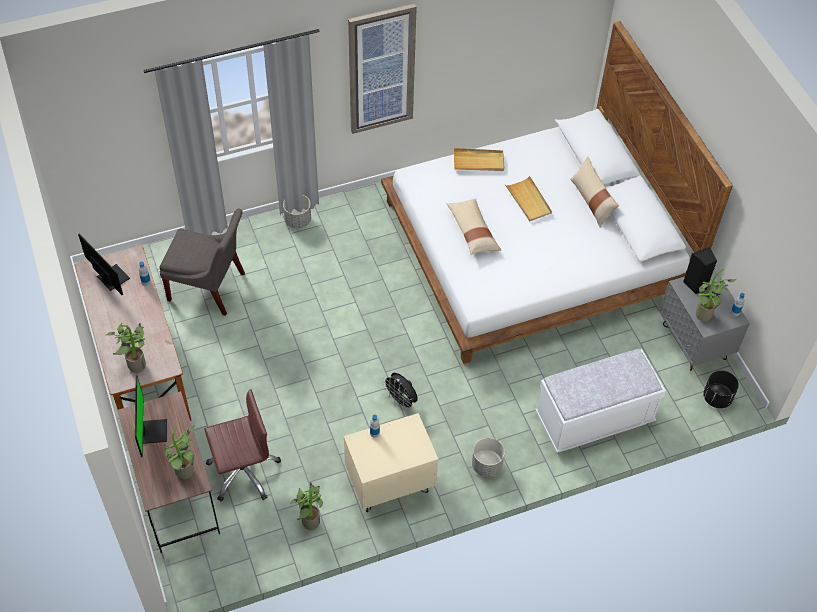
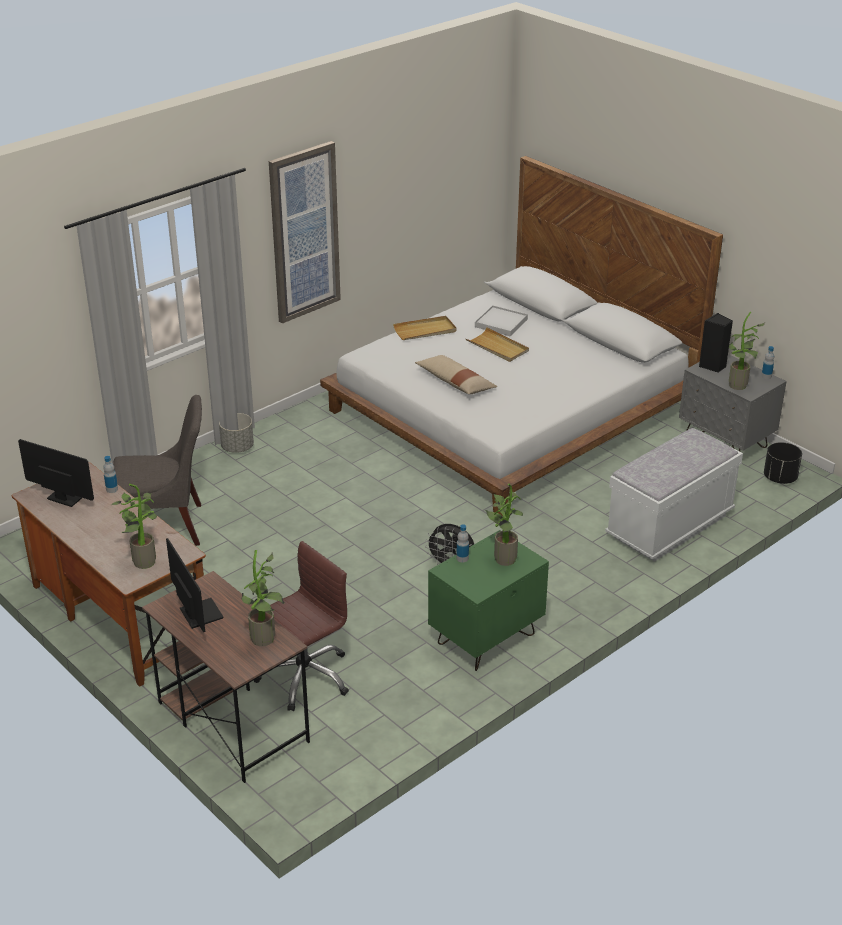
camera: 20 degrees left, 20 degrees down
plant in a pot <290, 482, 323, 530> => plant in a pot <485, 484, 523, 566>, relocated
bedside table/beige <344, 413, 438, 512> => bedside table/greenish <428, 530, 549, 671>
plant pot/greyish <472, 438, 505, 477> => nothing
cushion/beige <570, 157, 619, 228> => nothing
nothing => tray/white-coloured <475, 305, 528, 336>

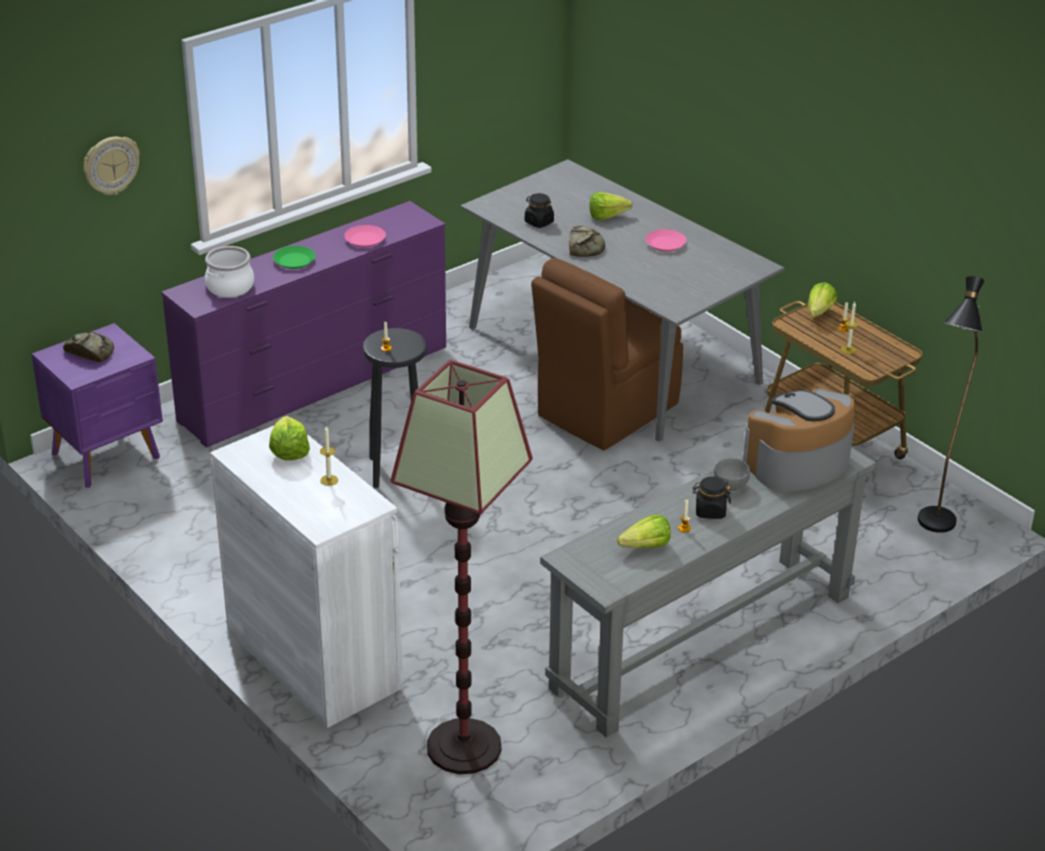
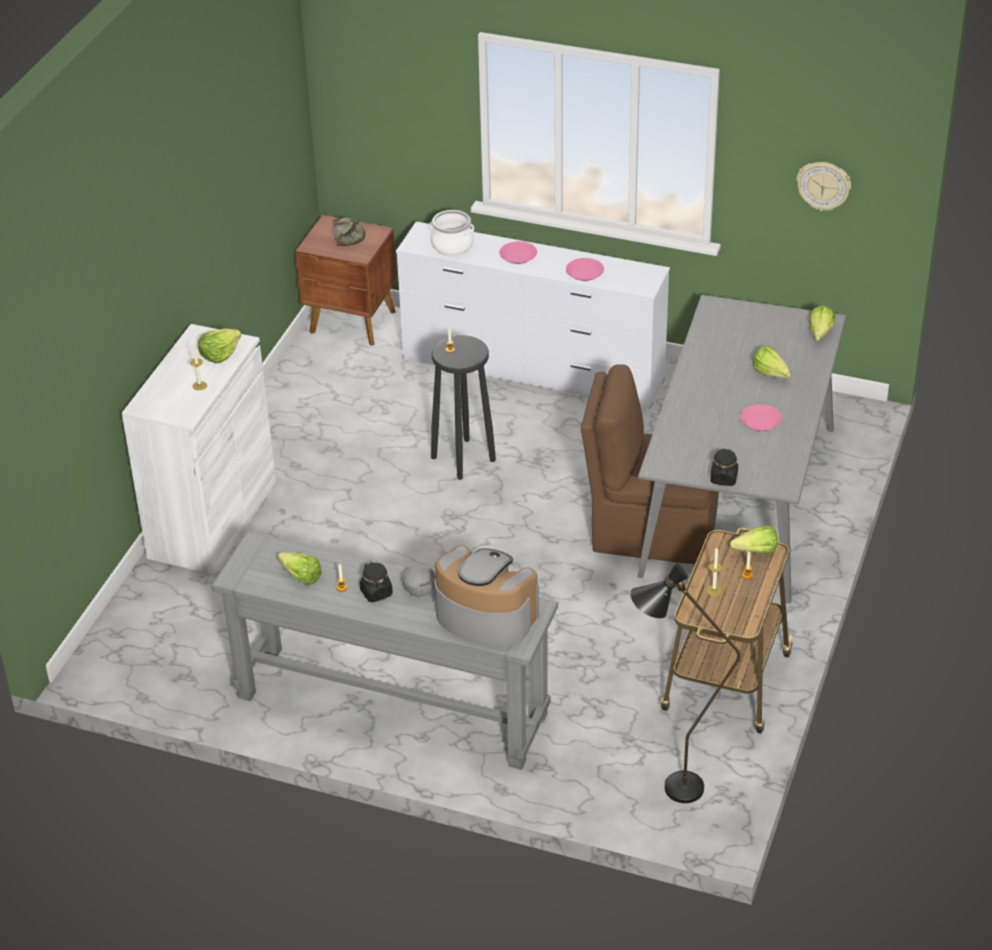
camera: 60 degrees right, 5 degrees up
bedside table/purple-coloured <32, 323, 163, 488> => bedside table/brownish <295, 215, 397, 346>
hanging clock <83, 137, 140, 195> => hanging clock <797, 162, 851, 211>, relocated
chest of drawers/purple-coloured <161, 201, 446, 447> => chest of drawers/white-coloured <396, 222, 670, 408>
dinner plate/greenish <273, 246, 315, 269> => dinner plate/pink-coloured <499, 241, 537, 264>
floor lamp <390, 360, 533, 774> => nothing
preserve jar/black-coloured <525, 193, 554, 228> => preserve jar/black-coloured <710, 448, 738, 486>, relocated
bakery bread <569, 226, 605, 257> => nothing
nothing => lettuce <809, 305, 835, 341>

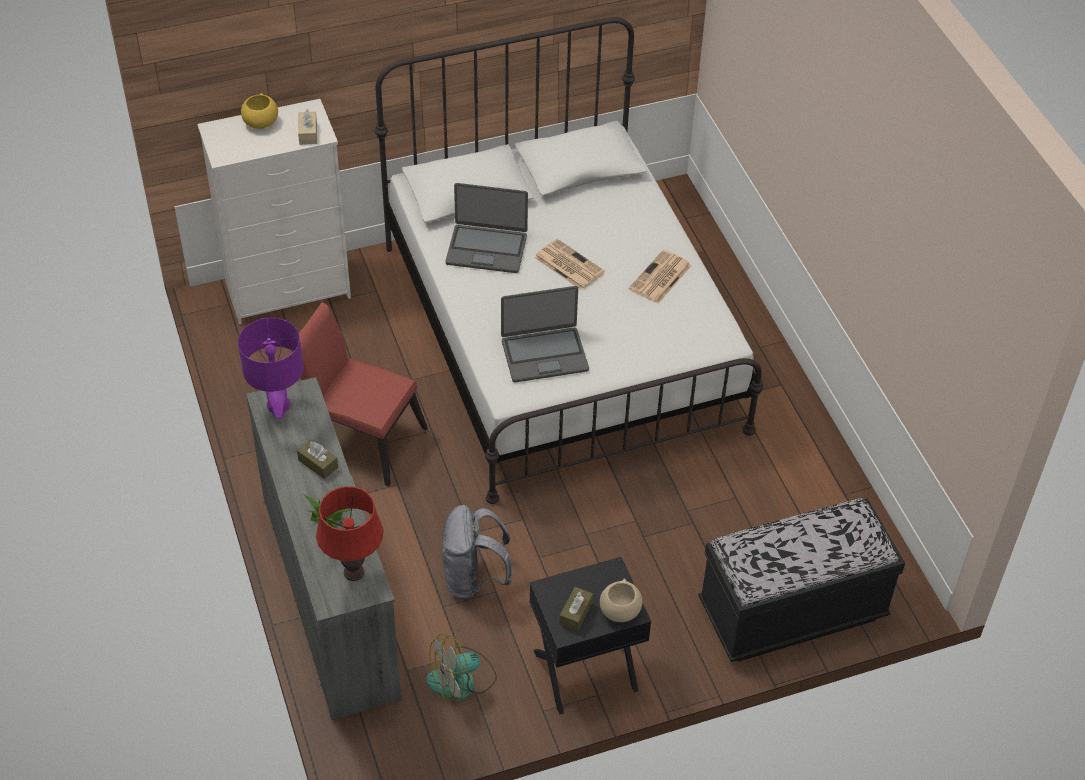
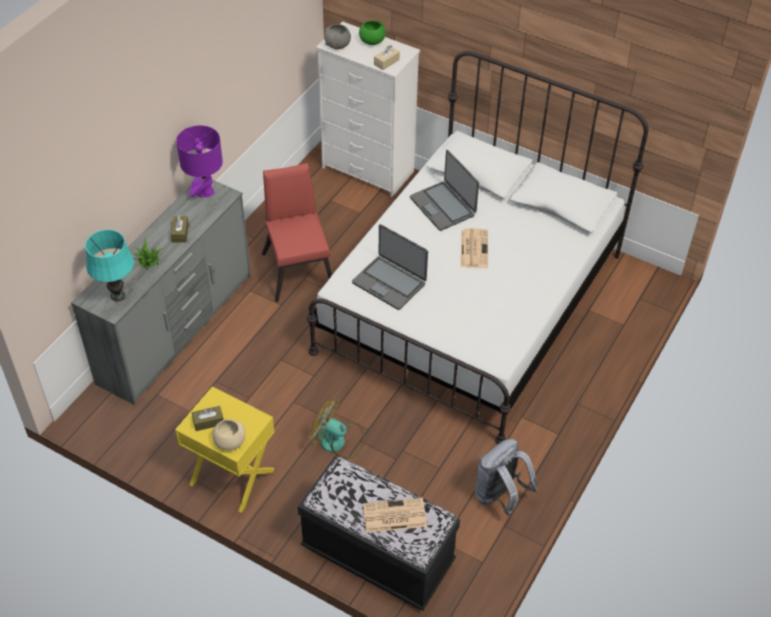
camera: 50 degrees right, 0 degrees up
deep dish/yellow-coloured <241, 93, 278, 129> => deep dish/greenish <359, 20, 386, 45>
table lamp/red <316, 486, 383, 581> => table lamp/blue-green <85, 230, 134, 301>
electric fan <426, 633, 497, 702> => electric fan <309, 400, 364, 458>, relocated
knapsack/greyish <442, 505, 512, 599> => knapsack/greyish <475, 439, 538, 516>, relocated
bedside table/black-coloured <529, 557, 651, 715> => bedside table/yellow-coloured <175, 387, 275, 513>
newspaper <629, 250, 692, 304> => newspaper <363, 498, 427, 533>, relocated
nothing => deep dish/greyish <324, 24, 351, 49>

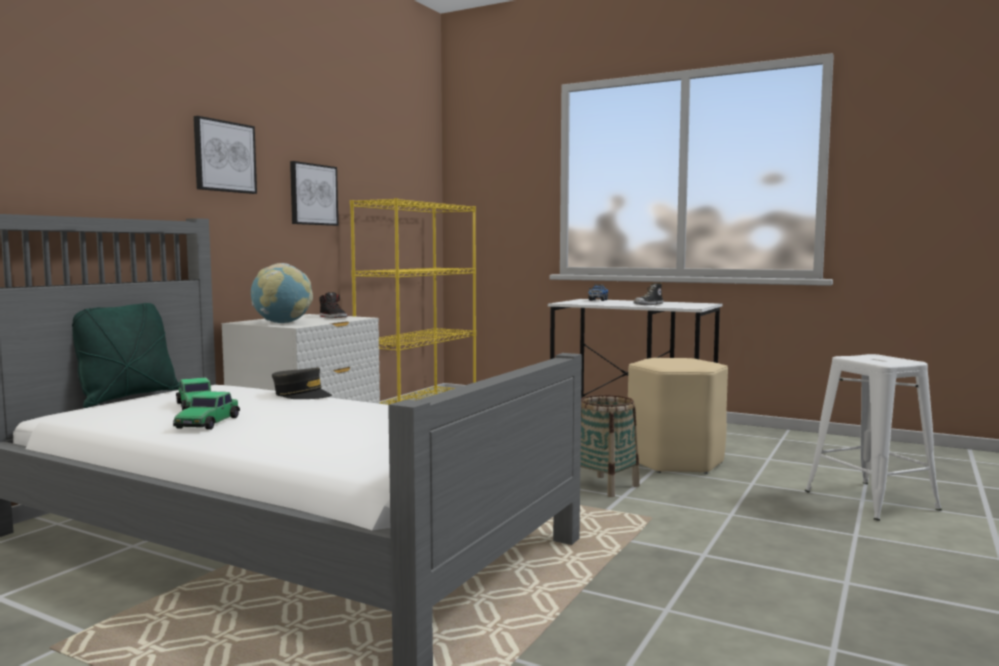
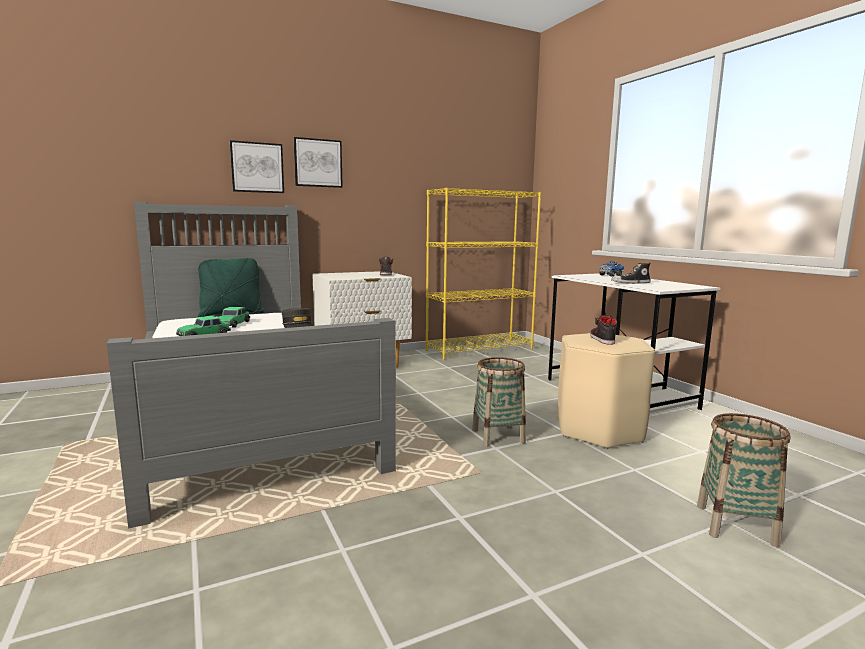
camera: 35 degrees right, 5 degrees up
globe <251, 263, 313, 323> => nothing
wall art <290, 161, 338, 226> => wall art <230, 140, 284, 193>, relocated
sitting stool/white-coloured <805, 354, 942, 521> => storage basket <697, 413, 790, 547>
nothing => shoe/black-coloured <590, 315, 617, 345>

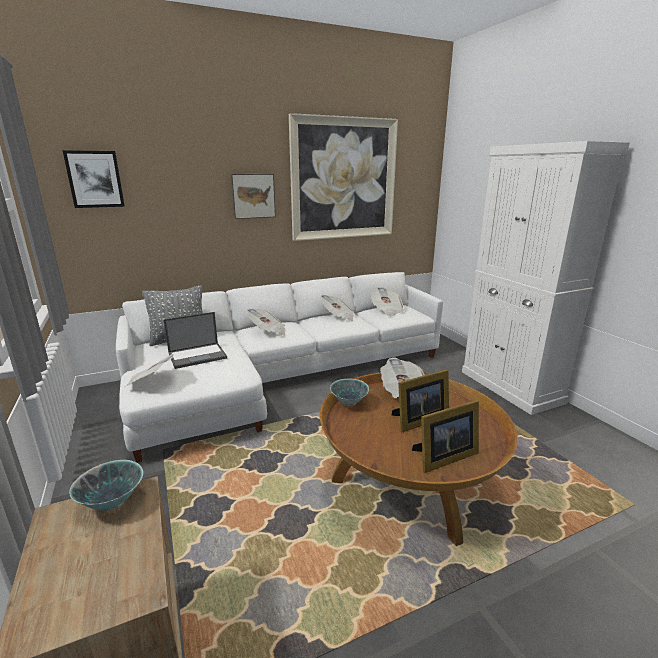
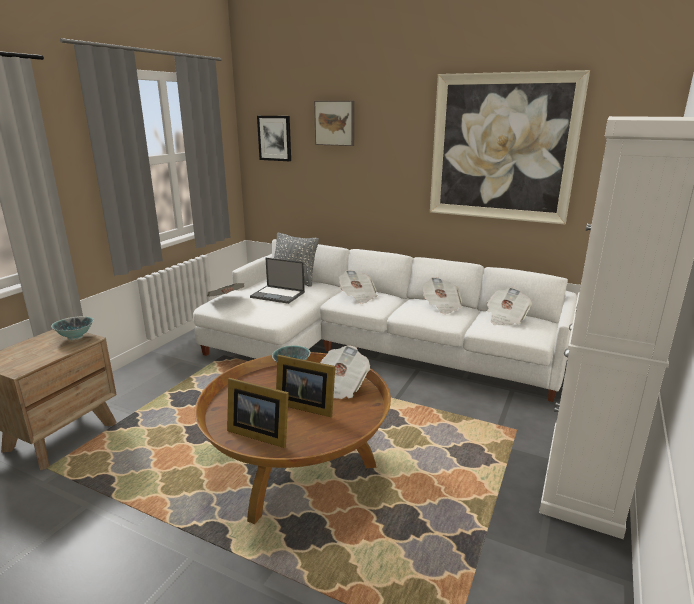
camera: 50 degrees right, 0 degrees up
wall art <230, 174, 276, 219> => wall art <314, 101, 355, 146>, relocated

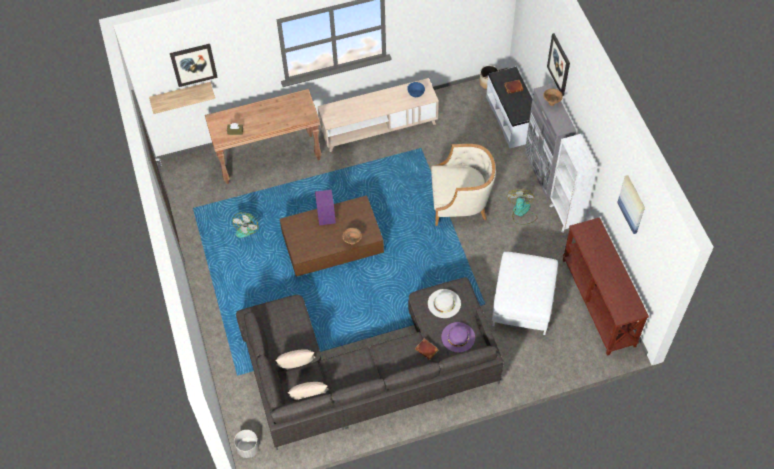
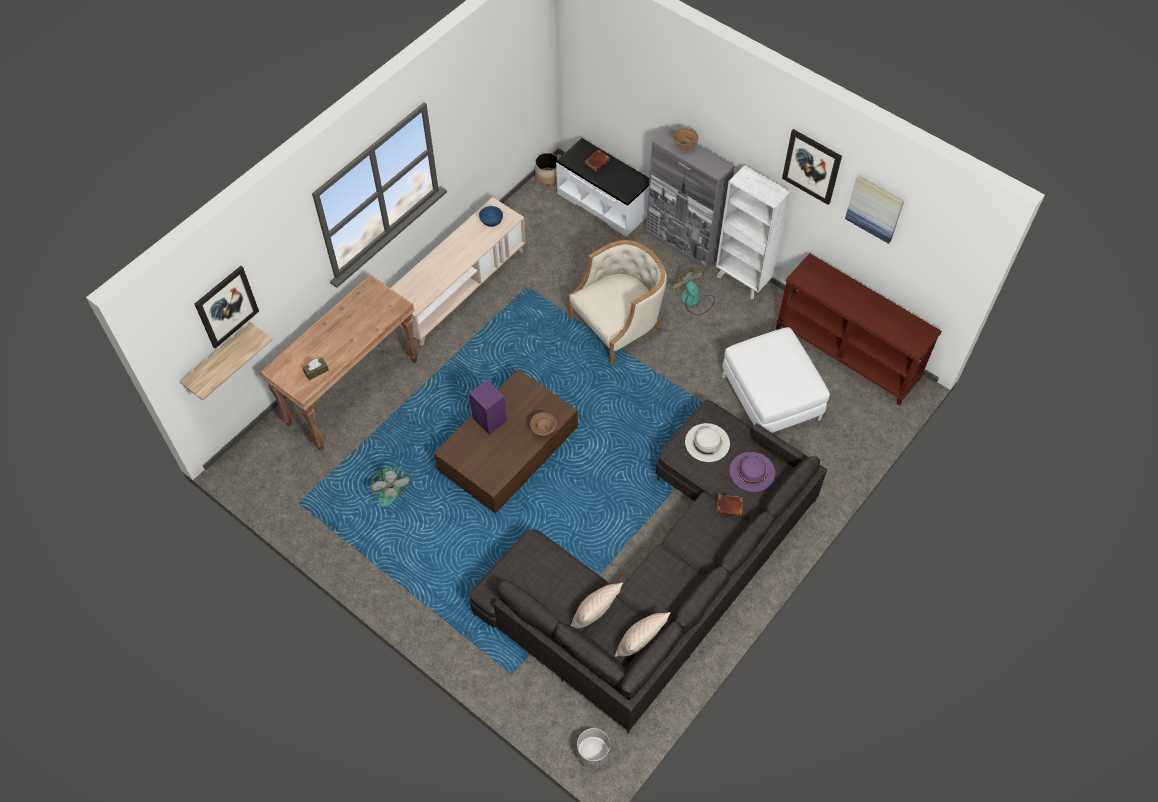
camera: 35 degrees left, 0 degrees up
wall art <547, 33, 570, 96> => wall art <782, 129, 842, 205>, relocated

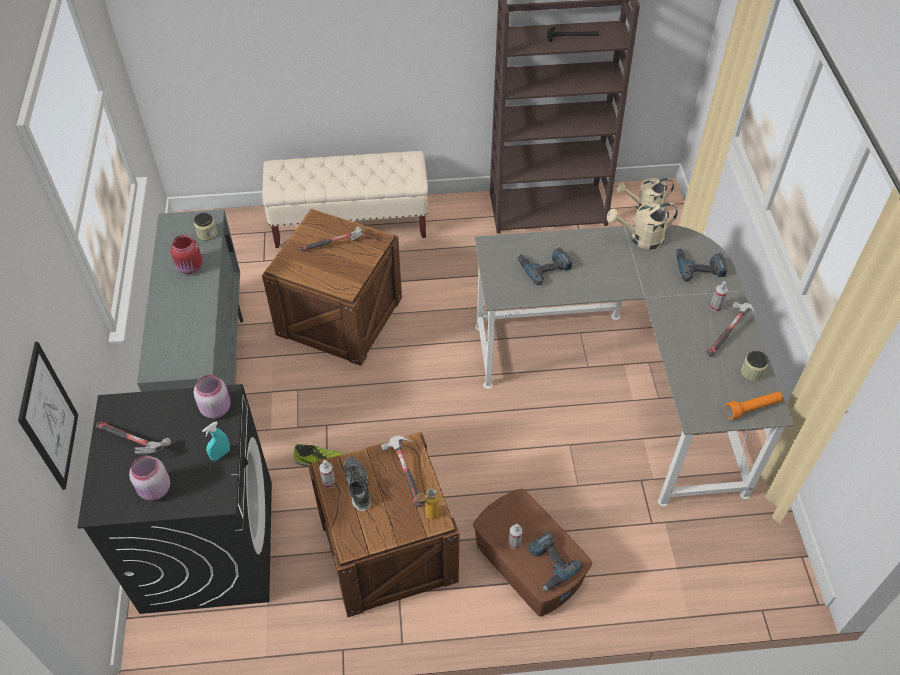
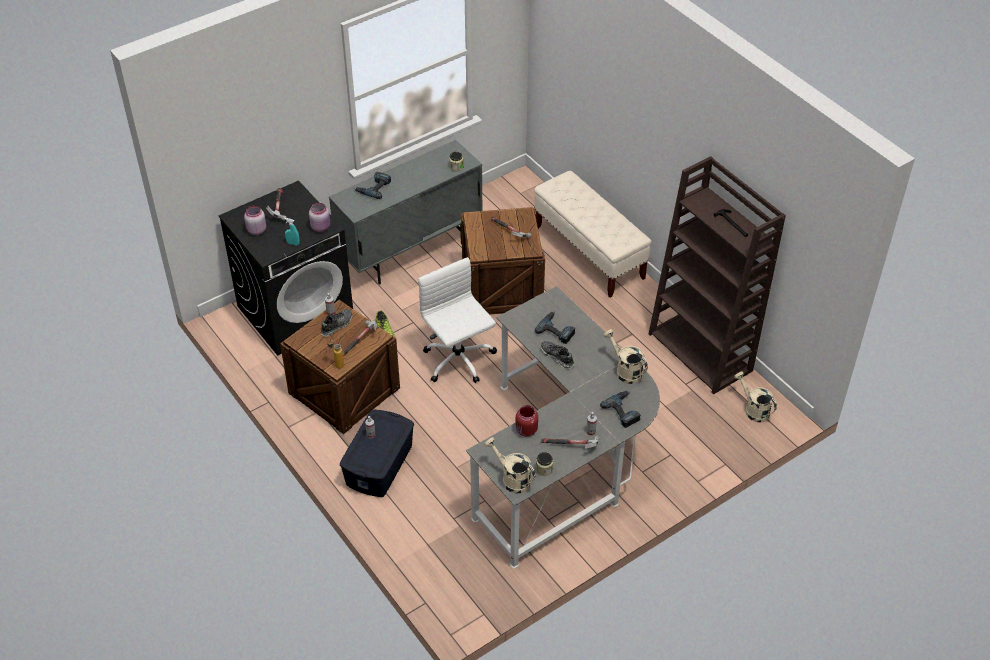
camera: 60 degrees right, 5 degrees down
wall art <18, 342, 78, 490> => nothing
preserve jar/red <171, 235, 202, 274> => preserve jar/red <515, 405, 538, 437>, relocated
storage container/brownish <473, 489, 592, 617> => storage container/blue <340, 410, 414, 497>
electric drill <527, 531, 583, 591> => electric drill <354, 172, 391, 199>, relocated
flashlight/orangey <724, 391, 783, 420> => sprinkling can/beige <484, 437, 536, 493>
nothing => computer chair/white-coloured <418, 257, 497, 383>
nothing => shoe <541, 341, 574, 369>

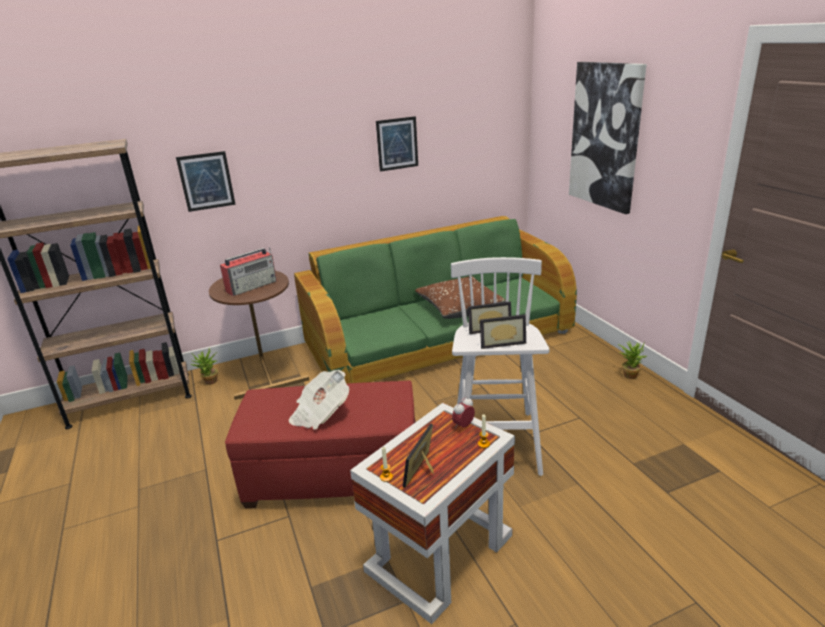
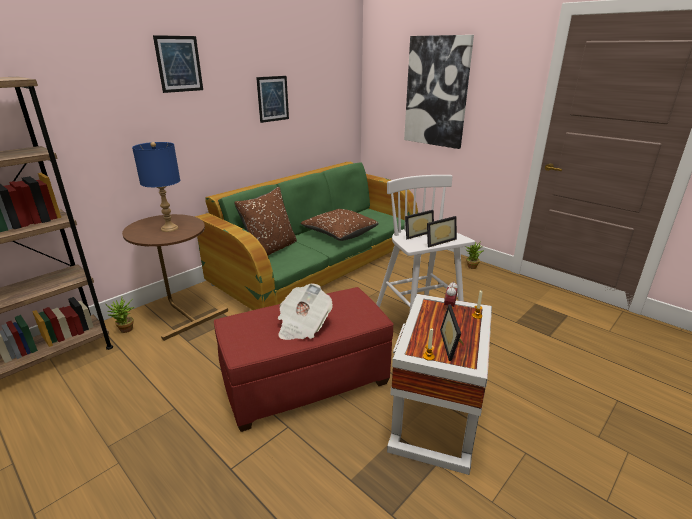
camera: 25 degrees left, 0 degrees up
wall art <176, 151, 236, 212> => wall art <153, 35, 203, 93>, relocated
radio receiver <220, 247, 277, 296> => table lamp/blue <132, 142, 180, 232>
nothing => cushion/brownish <234, 187, 297, 256>

